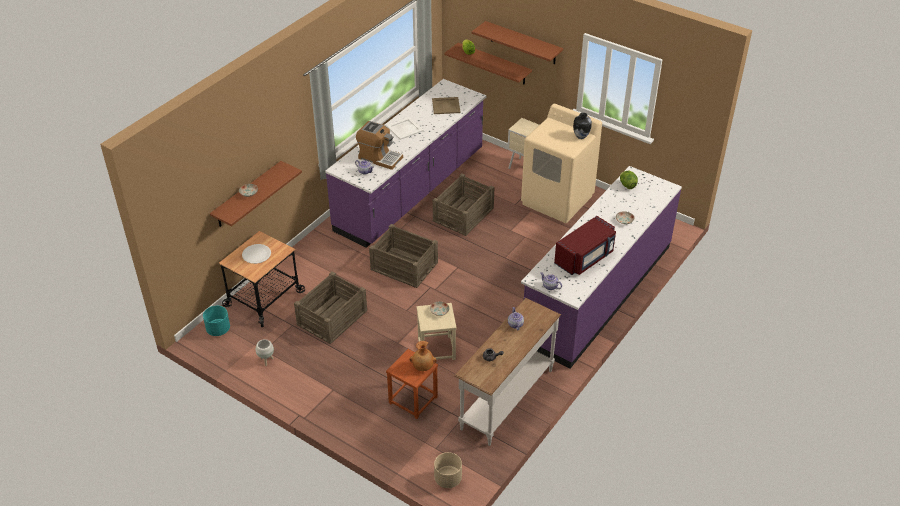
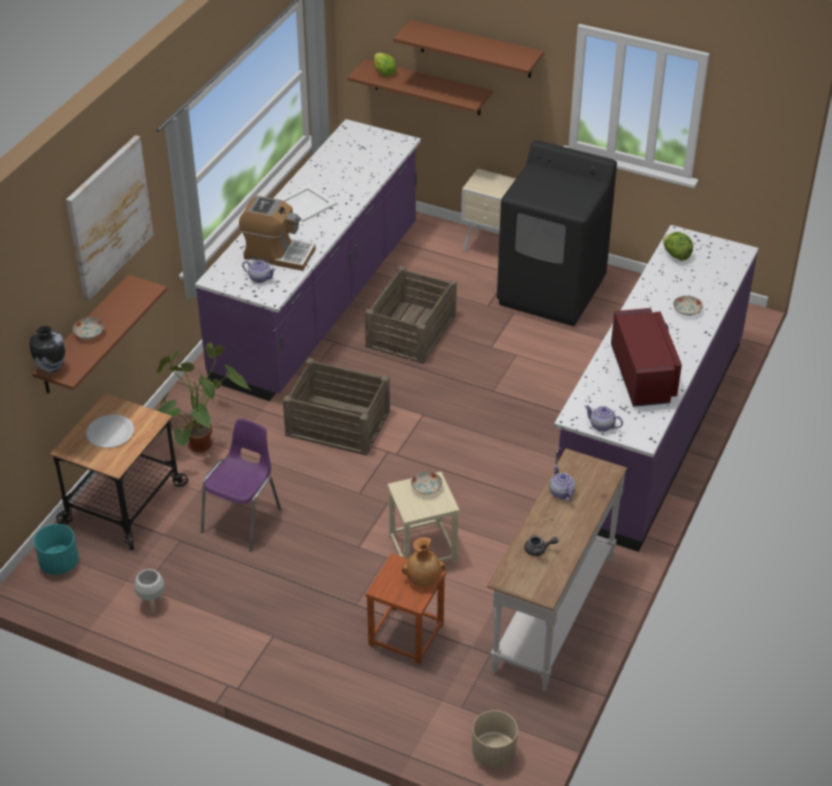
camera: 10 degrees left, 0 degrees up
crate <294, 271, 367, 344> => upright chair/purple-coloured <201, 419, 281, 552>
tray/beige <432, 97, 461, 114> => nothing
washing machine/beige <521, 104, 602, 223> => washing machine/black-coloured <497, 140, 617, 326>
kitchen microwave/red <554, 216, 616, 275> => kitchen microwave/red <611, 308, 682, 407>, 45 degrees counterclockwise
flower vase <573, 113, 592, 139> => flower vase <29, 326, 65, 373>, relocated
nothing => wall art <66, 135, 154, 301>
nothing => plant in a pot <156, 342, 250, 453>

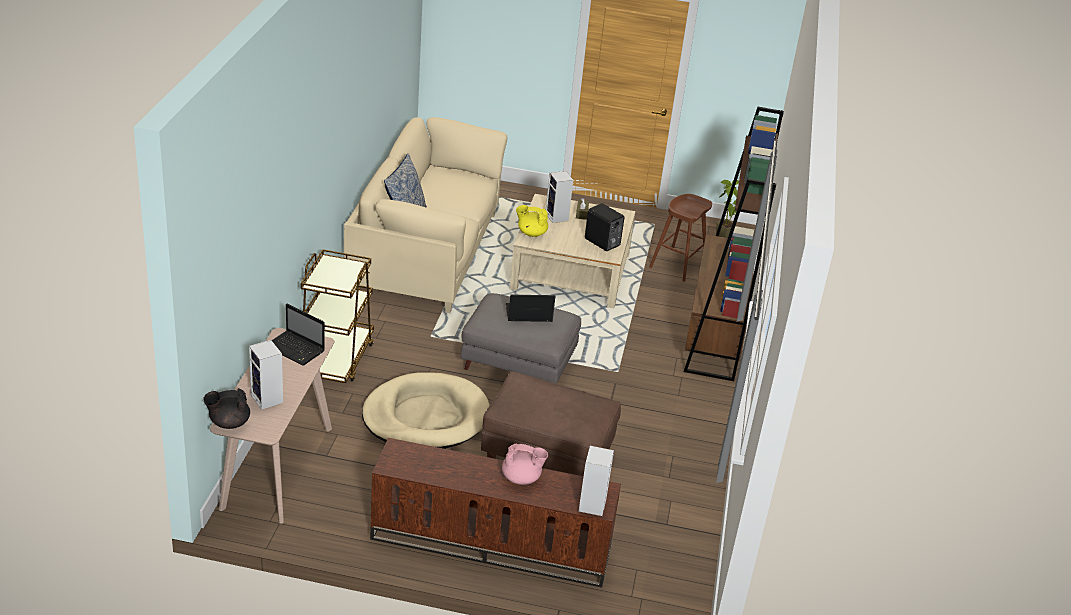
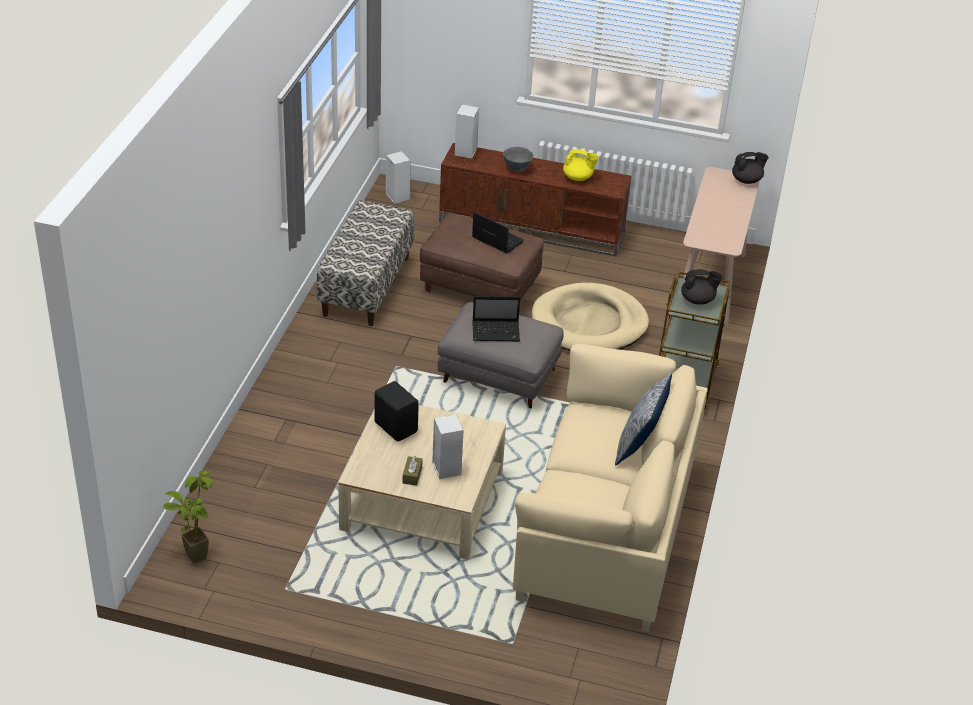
camera: 175 degrees left, 5 degrees up
loudspeaker <249, 340, 283, 410> => loudspeaker <386, 151, 411, 204>, relocated
notebook computer <272, 304, 325, 366> => notebook computer <472, 212, 524, 253>, relocated
pot for tea/pink-coloured <502, 444, 548, 485> => deep dish/greyish <503, 147, 533, 172>
pot for tea/yellow-coloured <516, 205, 548, 237> => pot for tea/yellow-coloured <563, 149, 599, 181>, relocated
sitting stool/brownish <649, 194, 712, 282> => nothing
bookcase/brownish <684, 107, 784, 381> => nothing
nothing => indoor bench <317, 200, 414, 326>
nothing => pot for tea/black-coloured <681, 269, 723, 305>

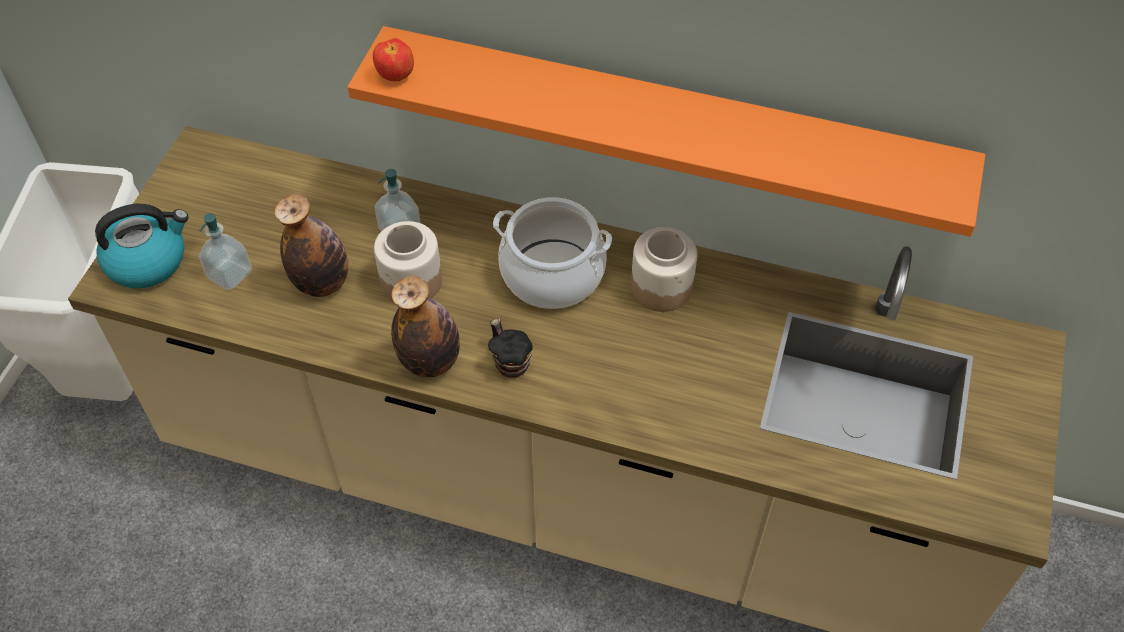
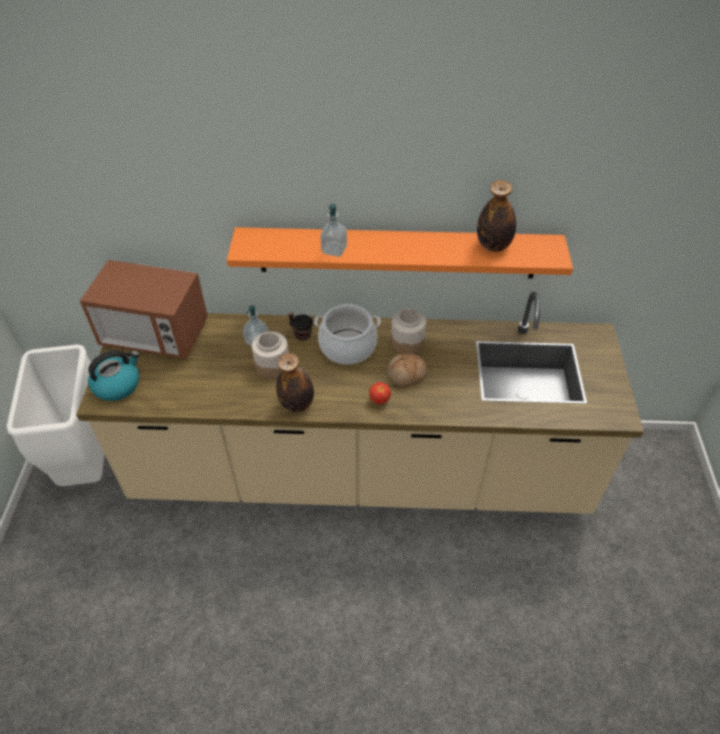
camera: 15 degrees left, 5 degrees down
soap bottle <199, 213, 252, 290> => soap bottle <320, 204, 347, 257>, relocated
beverage bottle <275, 194, 348, 297> => beverage bottle <477, 180, 516, 252>, relocated
apple fruit <373, 38, 414, 81> => apple fruit <369, 382, 391, 404>, relocated
coffee mug <488, 318, 533, 378> => coffee mug <288, 312, 313, 341>, relocated
nothing => kitchen microwave <80, 260, 208, 359>
nothing => bakery bread <387, 353, 428, 387>

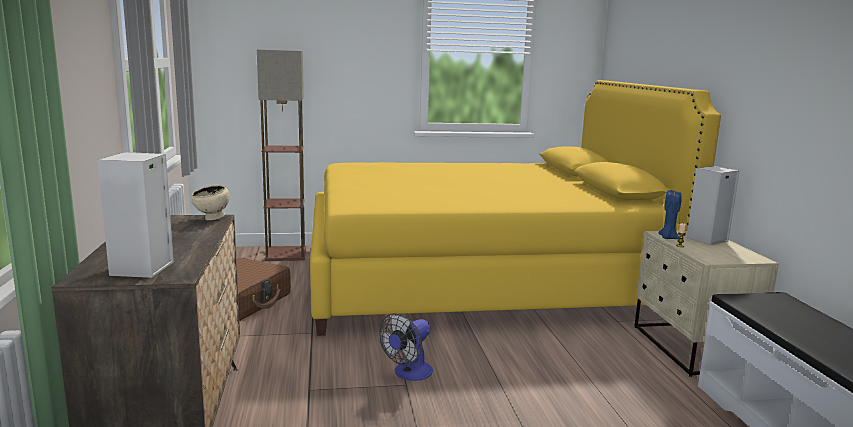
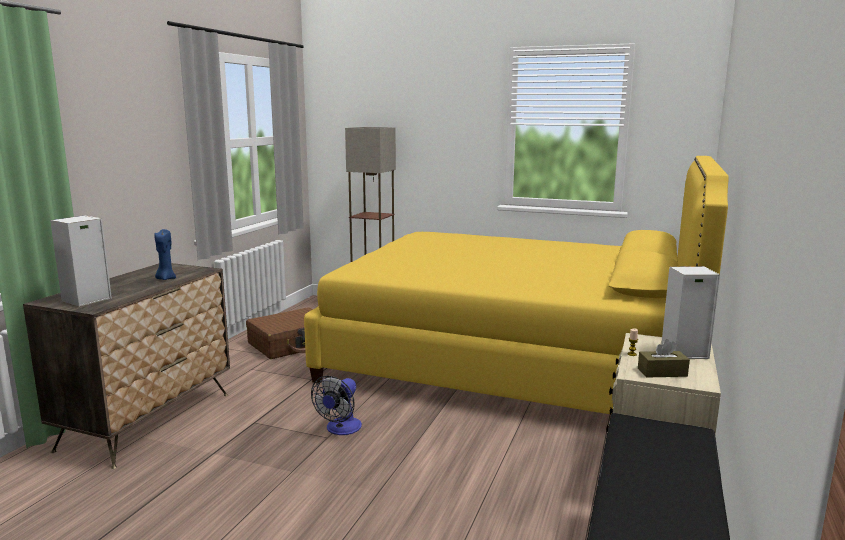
camera: 30 degrees right, 0 degrees up
deep dish/beige <191, 185, 230, 220> => nothing
electric fan <379, 313, 433, 381> => electric fan <311, 376, 362, 435>, 45 degrees counterclockwise
candle/blue <658, 190, 682, 239> => candle/blue <154, 229, 176, 280>, relocated
nothing => tissue holder/brownish <638, 339, 690, 377>

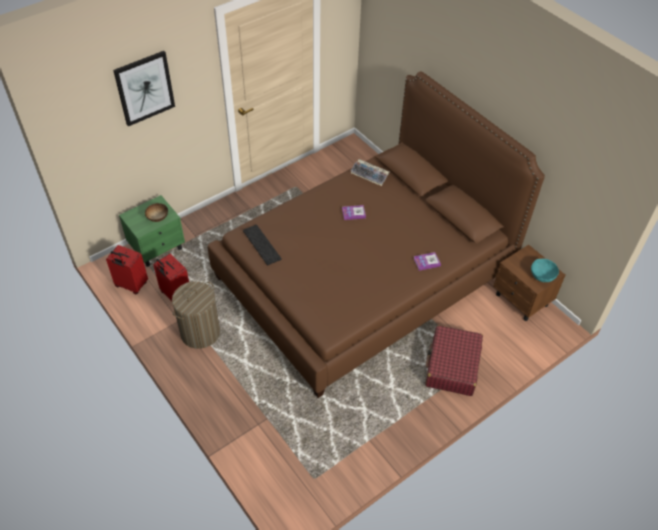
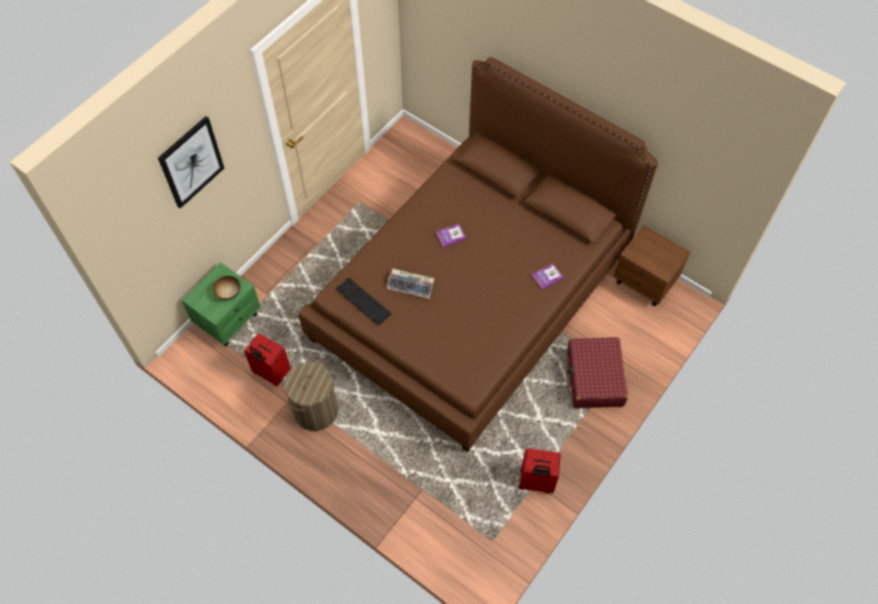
camera: 15 degrees left, 10 degrees up
suitcase/red <106, 245, 148, 294> => suitcase/red <518, 448, 561, 493>, relocated
keyboard <351, 159, 389, 186> => keyboard <386, 268, 434, 299>, relocated
deep dish/blue-green <531, 259, 559, 282> => nothing

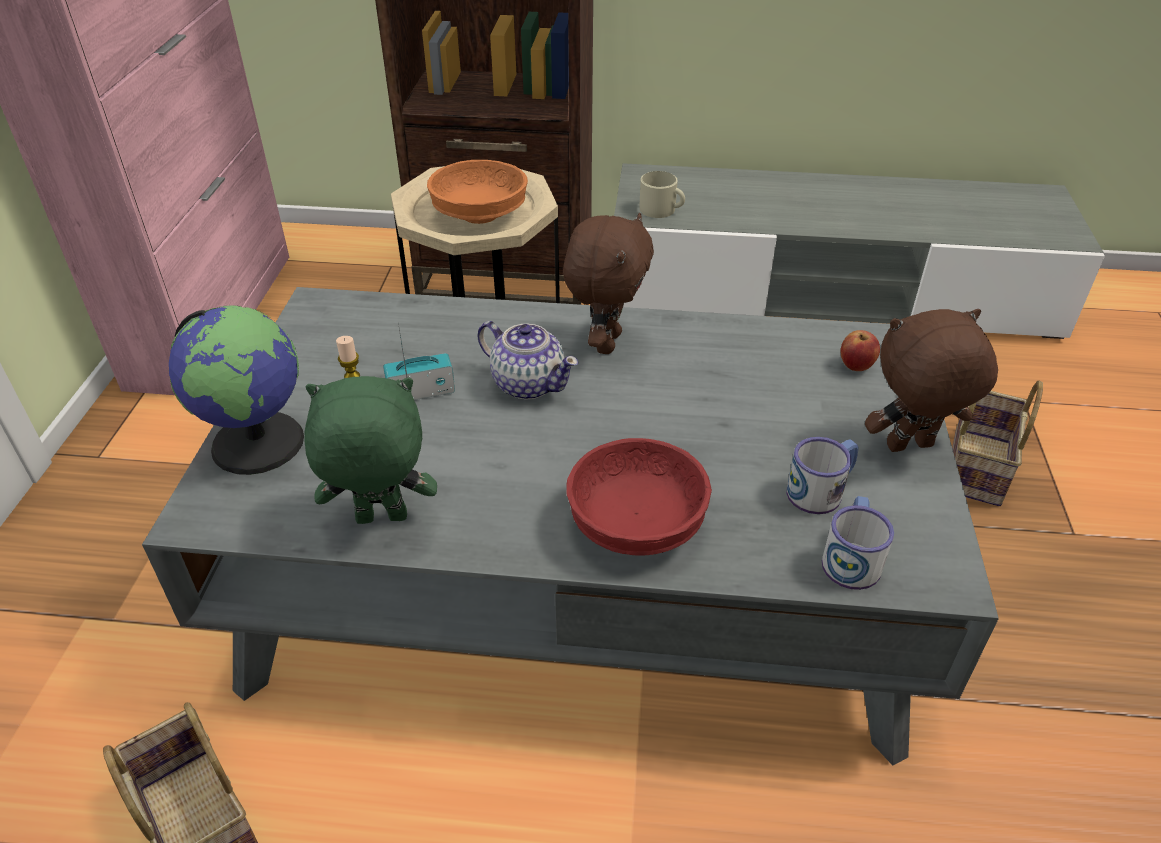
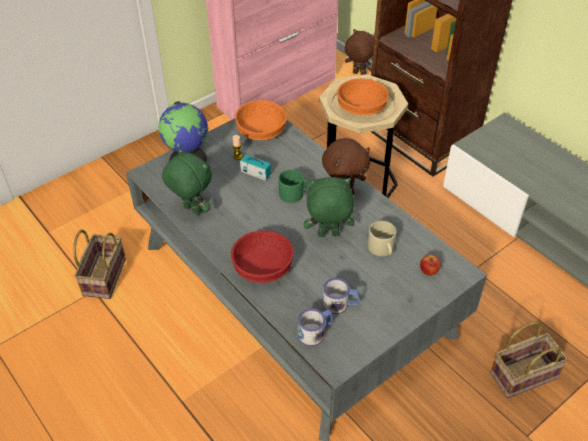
camera: 45 degrees right, 5 degrees up
pot for tea <478, 321, 578, 400> => coffee mug/greenish <278, 170, 309, 203>
coffee mug/beige <640, 171, 685, 218> => coffee mug/beige <368, 221, 396, 256>, relocated
cuddly toy/brownish <865, 309, 998, 452> => cuddly toy/brownish <345, 29, 374, 75>, relocated
nothing => deep dish/orangey <235, 100, 287, 140>
nothing => cuddly toy/greenish <304, 177, 355, 237>

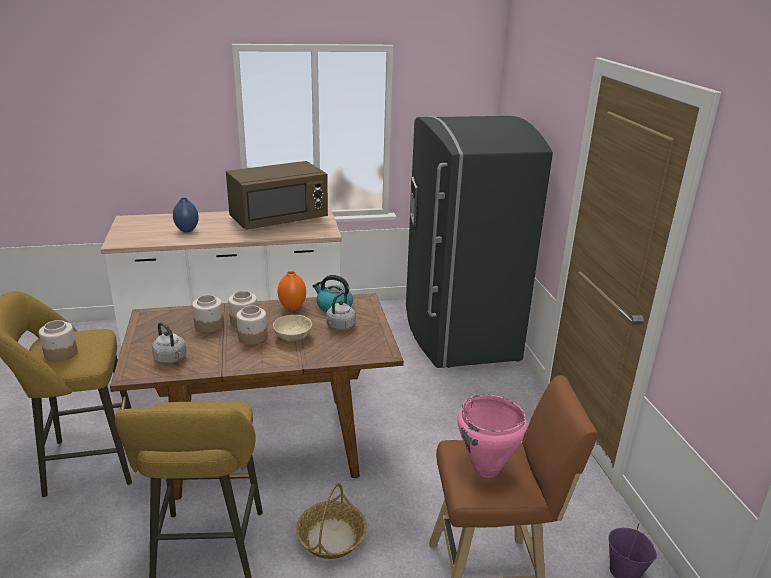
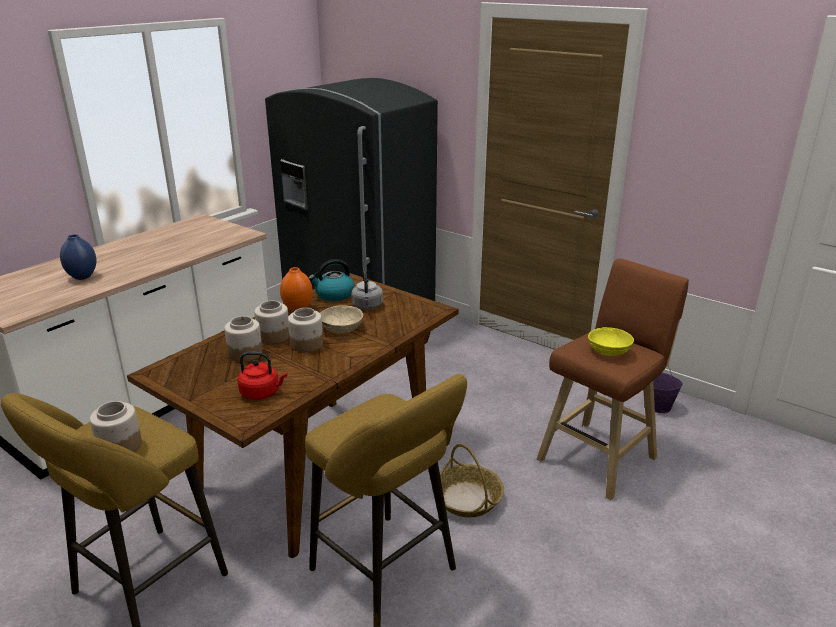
camera: 40 degrees left, 0 degrees up
kettle/greyish <152, 322, 187, 364> => kettle/red <237, 351, 287, 400>
kitchen microwave/brownish <226, 161, 328, 230> => nothing
stockpot/pink-coloured <457, 394, 527, 477> => deep dish/yellow-coloured <588, 327, 634, 356>

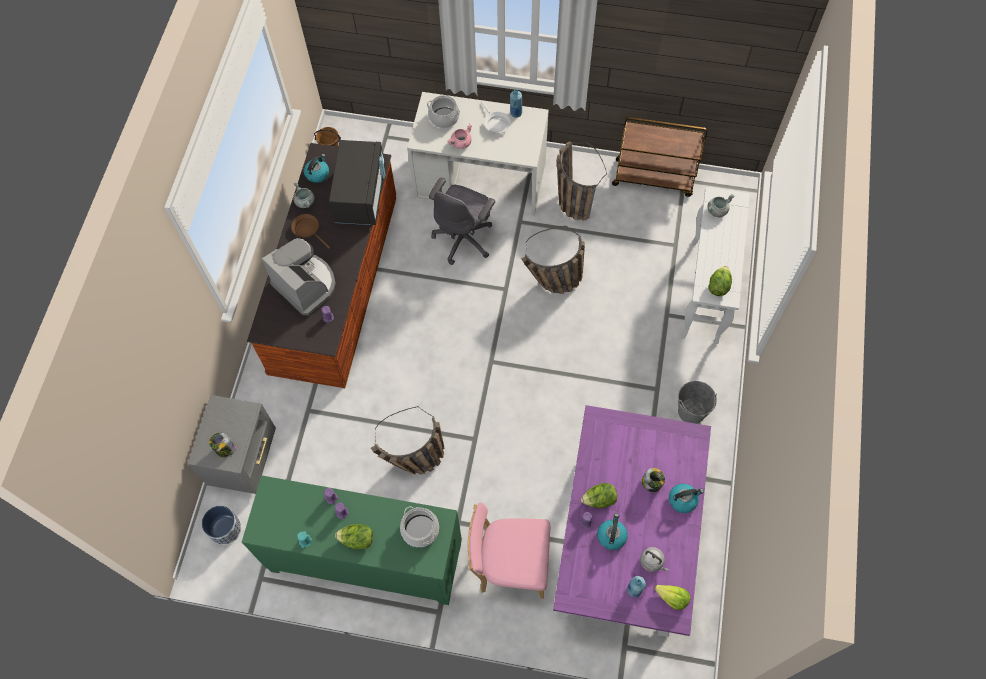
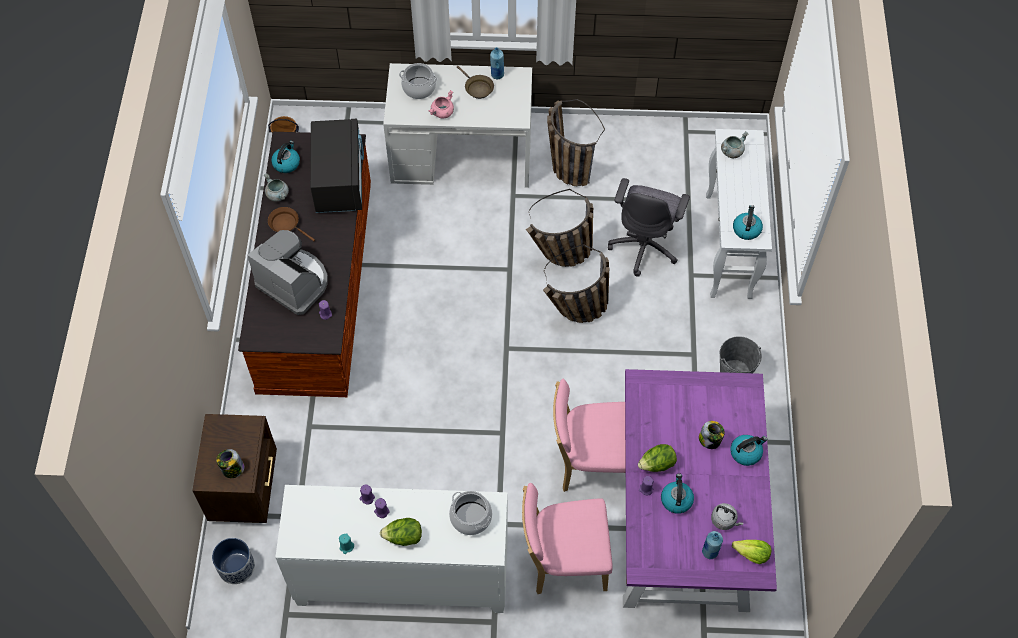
camera: 10 degrees left, 5 degrees down
bedside table/greyish <188, 395, 276, 494> => bedside table/brownish <192, 414, 277, 523>
storage cabinet/greenish <242, 475, 462, 605> => storage cabinet/white-coloured <275, 485, 508, 613>
storage basket <371, 406, 444, 475> => storage basket <543, 244, 609, 323>, relocated
computer chair/greyish <429, 178, 495, 265> => computer chair/greyish <608, 178, 690, 277>, relocated
pan/white-coloured <481, 101, 511, 134> => pan/brownish <457, 66, 494, 99>
cart/brownish <612, 117, 708, 197> => nothing
lettuce <708, 266, 732, 296> => kettle <733, 205, 763, 240>
nothing => upright chair/pink-coloured <553, 379, 626, 492>

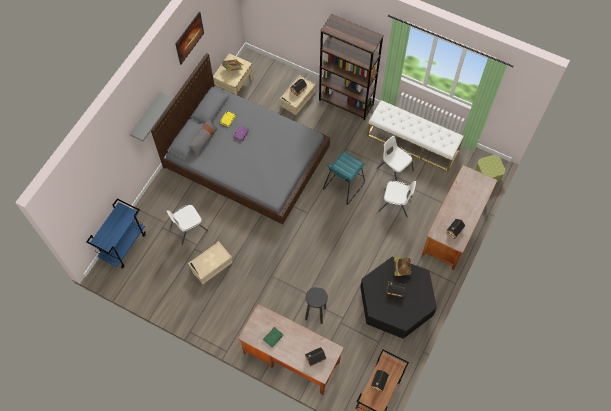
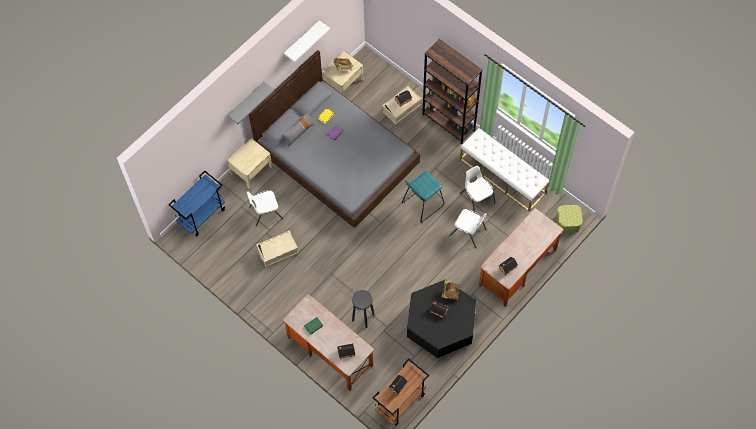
camera: 15 degrees right, 0 degrees up
wall art <175, 12, 204, 64> => wall shelf/white-coloured <284, 20, 330, 62>
nothing => bedside table/beige <228, 138, 272, 189>

